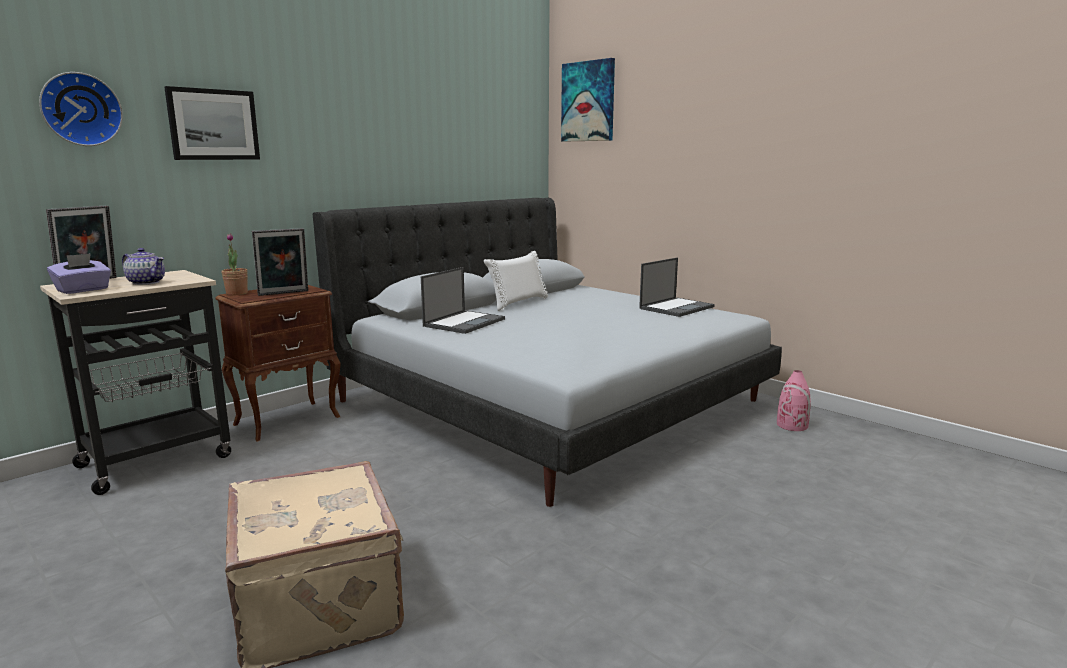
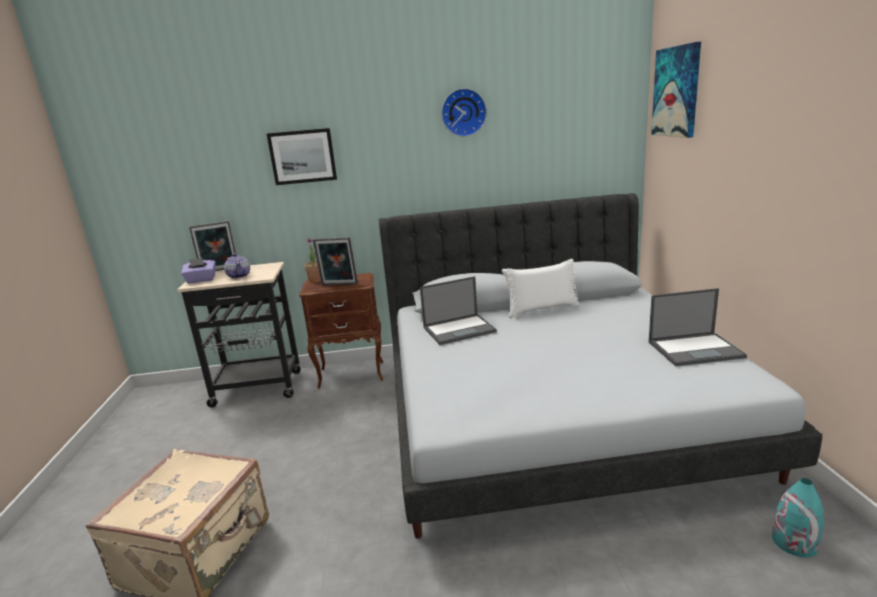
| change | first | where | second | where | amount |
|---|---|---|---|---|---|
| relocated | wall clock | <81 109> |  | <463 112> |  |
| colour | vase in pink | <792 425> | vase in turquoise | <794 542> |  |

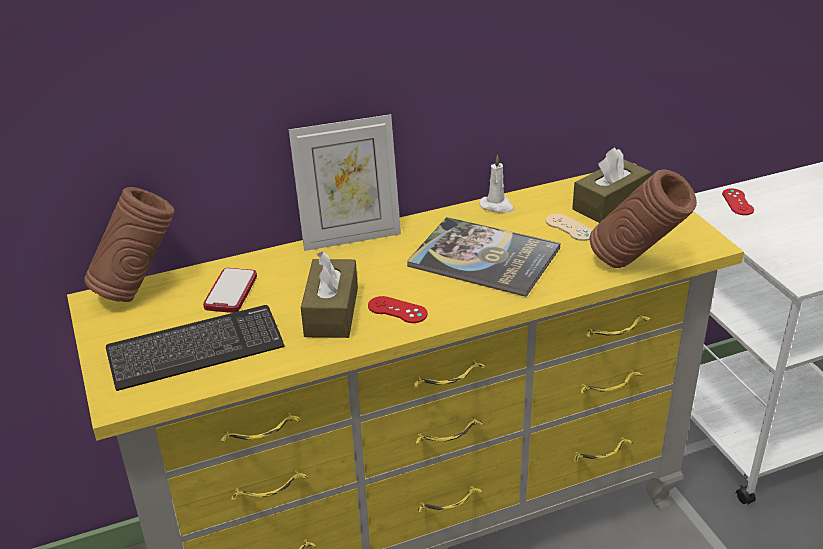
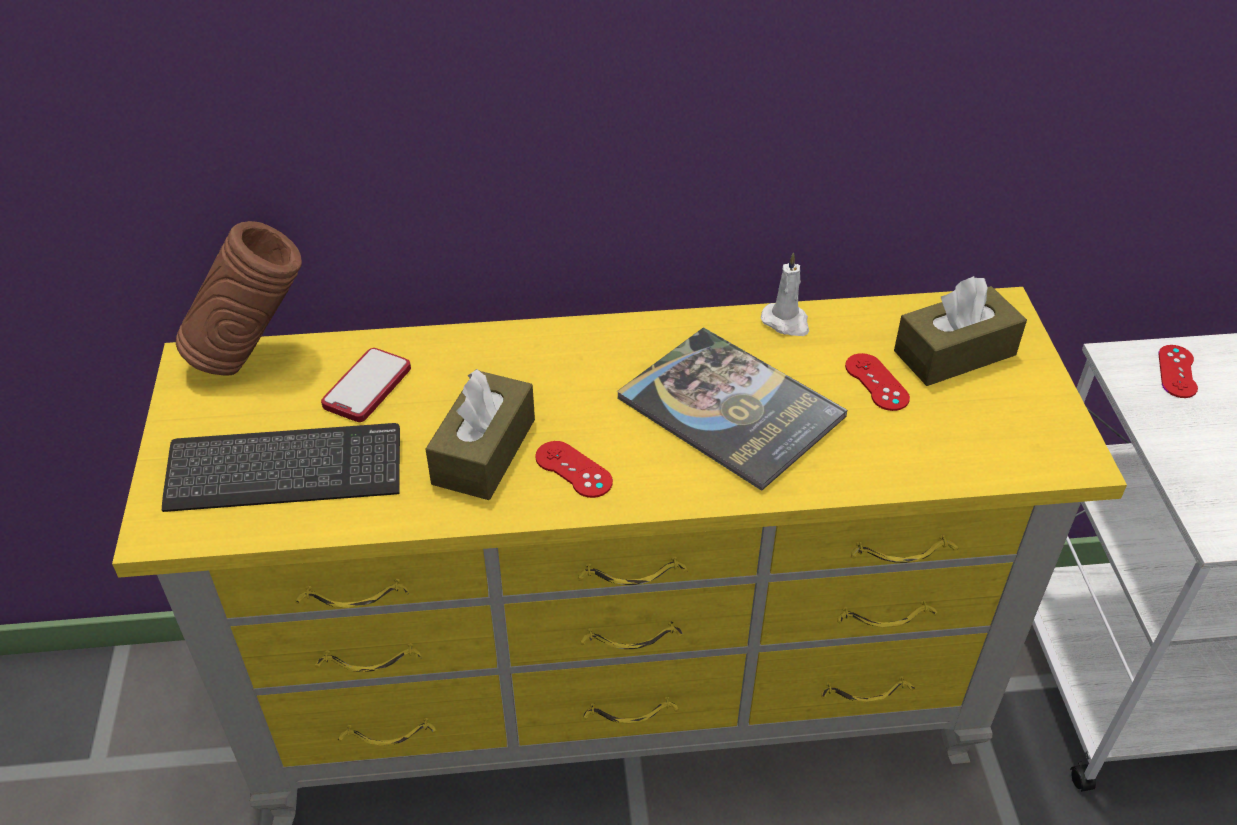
| change | first | where | second | where | amount |
|---|---|---|---|---|---|
| missing | picture frame | <350 237> |  |  |  |
| colour | game controller in beige | <569 227> | game controller in red | <876 382> |  |
| missing | vase in brown | <636 266> |  |  |  |

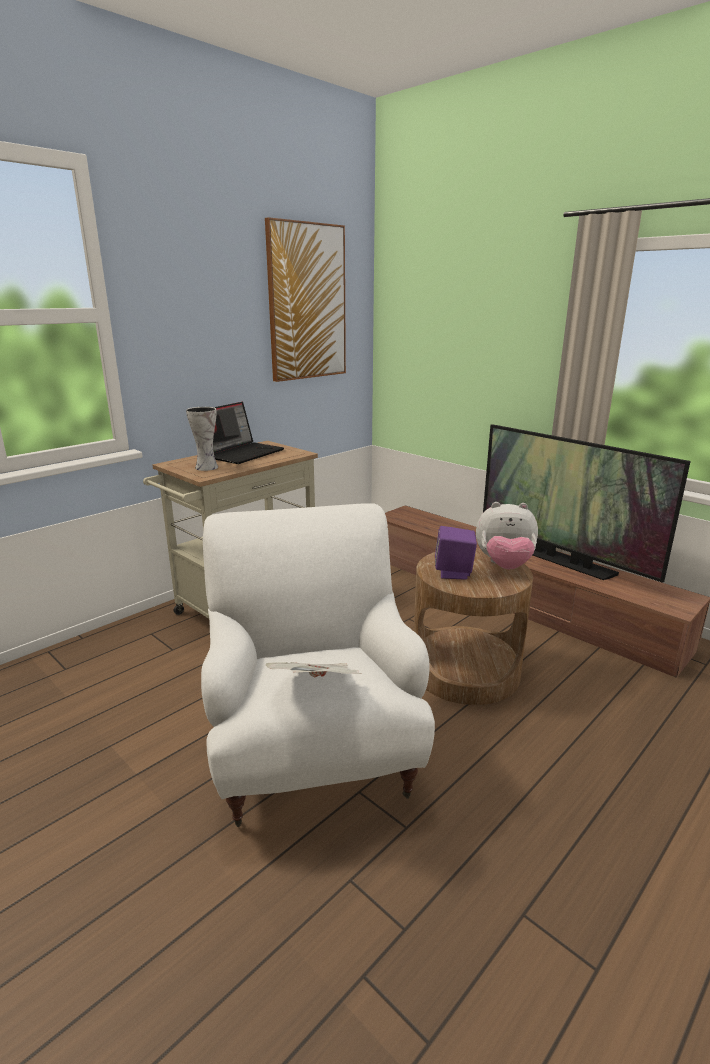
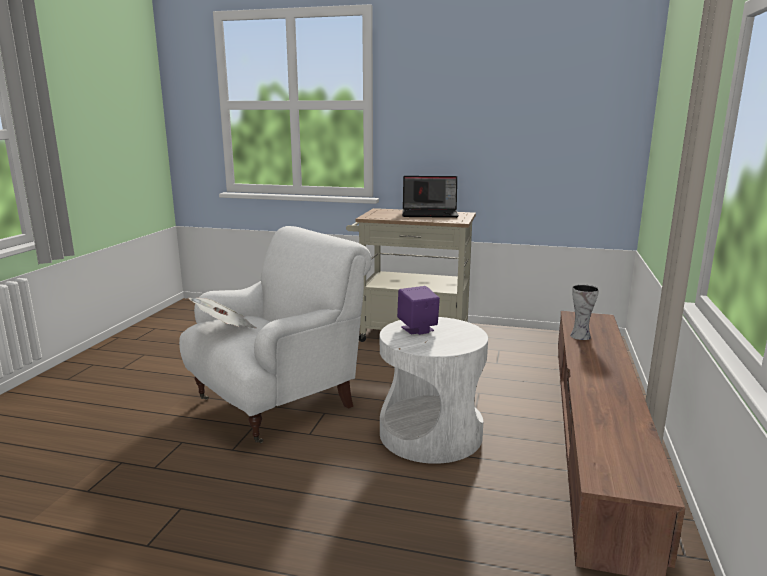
| change | first | where | second | where | amount |
|---|---|---|---|---|---|
| relocated | vase | <205 467> |  | <580 336> |  |
| missing | picture | <307 302> |  |  |  |
| colour | side table in brown | <465 670> | side table in white | <431 434> |  |
| missing | plush toy | <504 566> |  |  |  |
| missing | television | <562 561> |  |  |  |

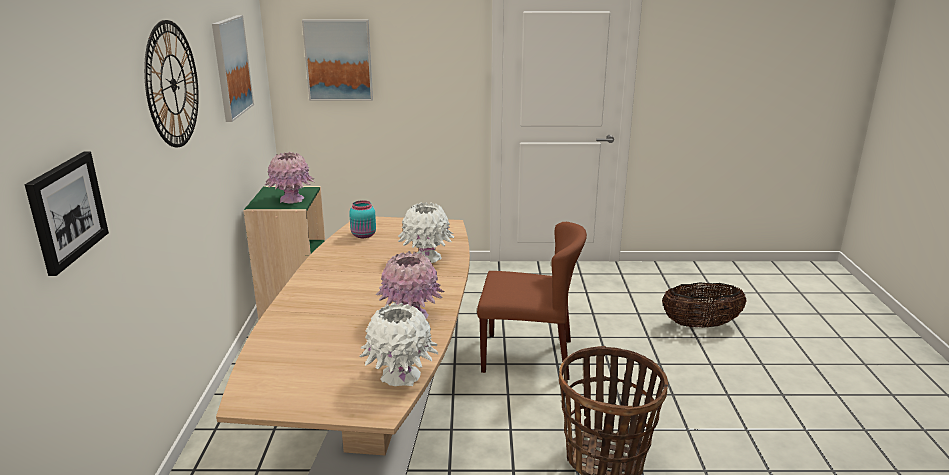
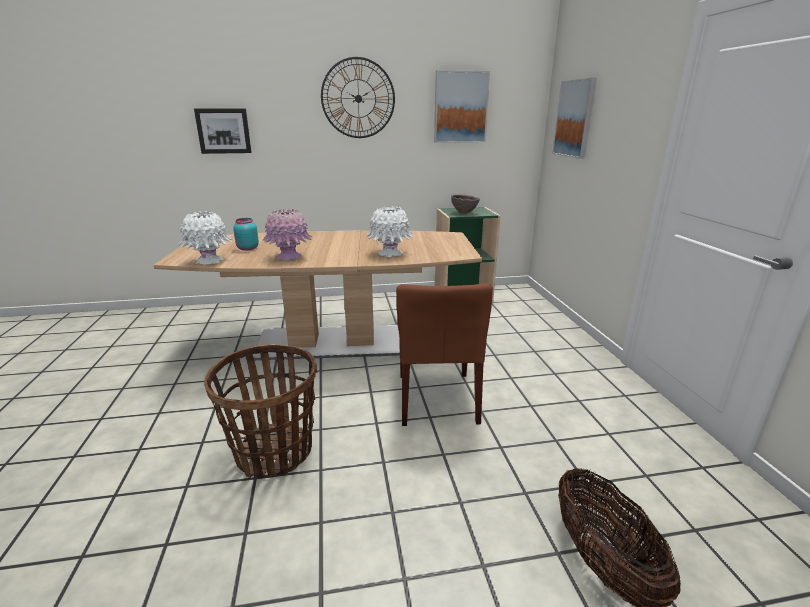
| change | first | where | second | where | amount |
|---|---|---|---|---|---|
| exchanged | vase in pink | <291 199> | bowl in brown | <464 213> |  |
| relocated | jar in turquoise | <364 235> |  | <247 248> |  |

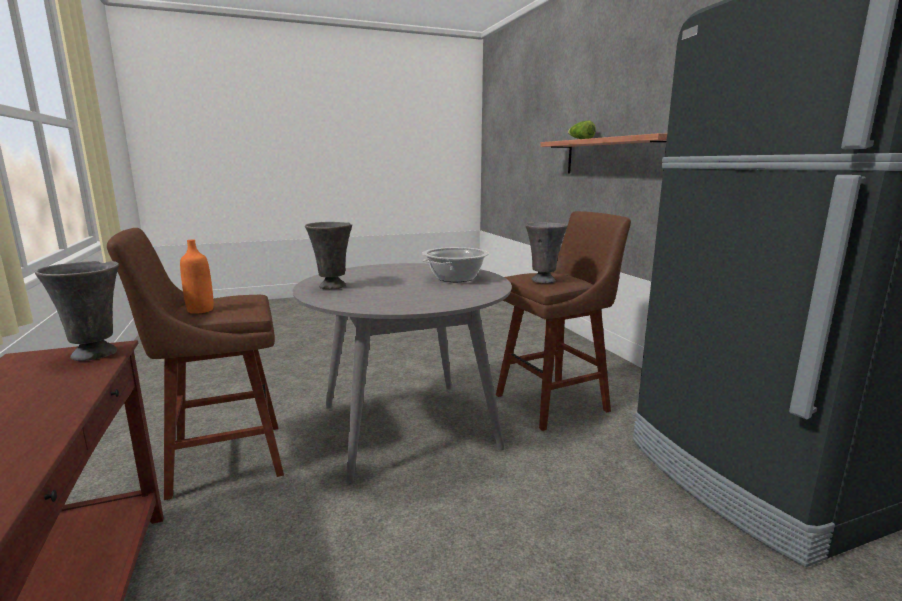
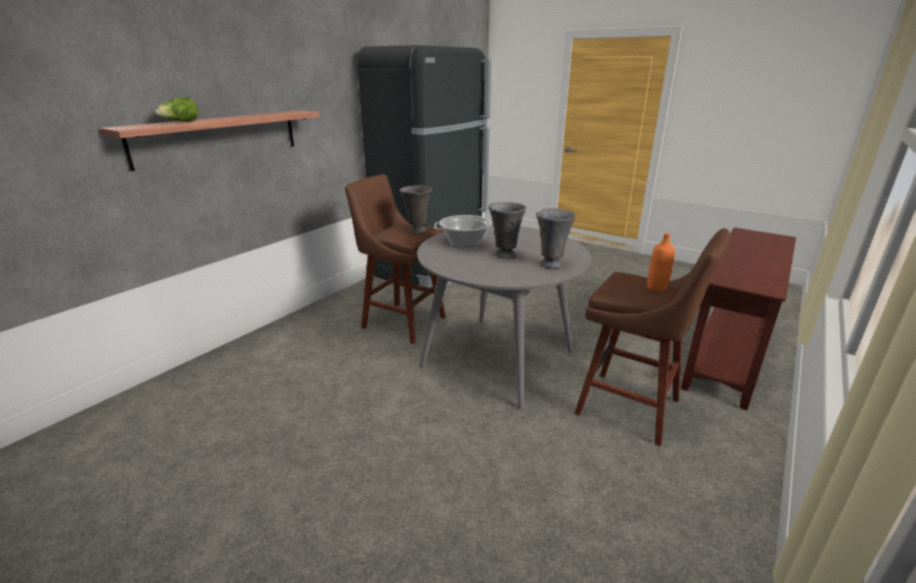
| change | first | where | second | where | amount |
|---|---|---|---|---|---|
| relocated | vase in grey | <96 354> |  | <505 255> |  |

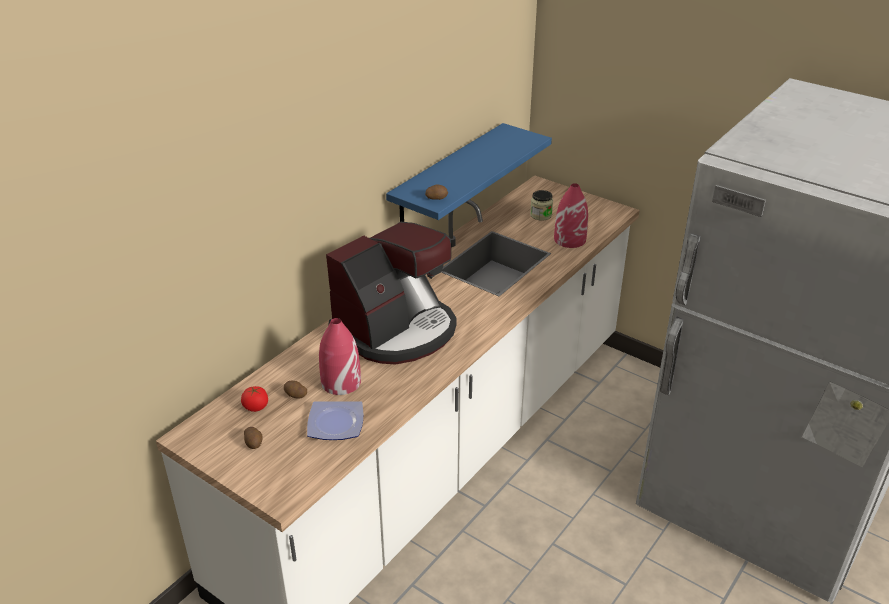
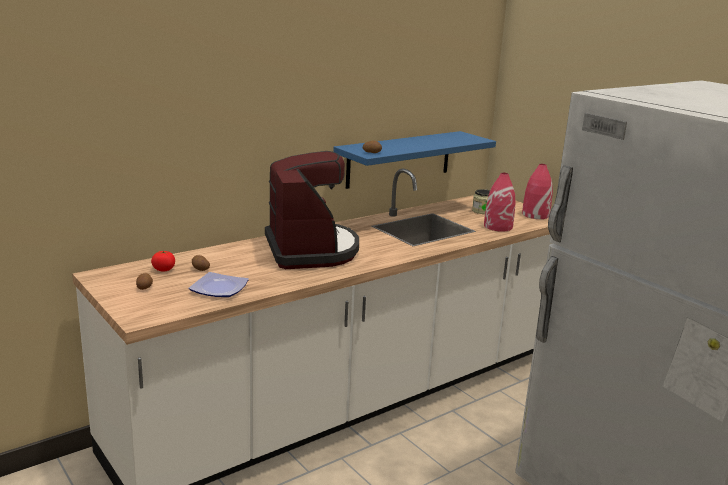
| change | first | where | second | where | amount |
|---|---|---|---|---|---|
| relocated | vase in red | <340 382> |  | <535 215> |  |
| spun | coffee machine | <396 331> |  | <311 250> | 75 degrees counterclockwise |

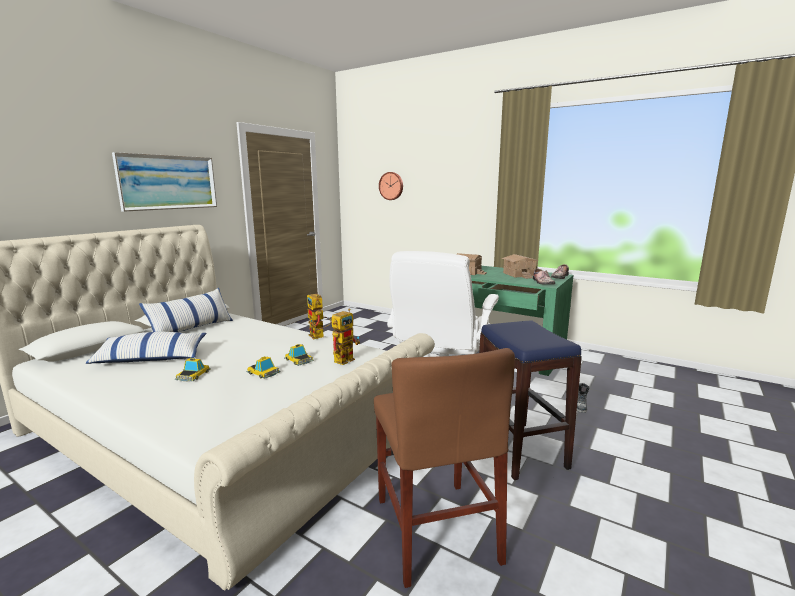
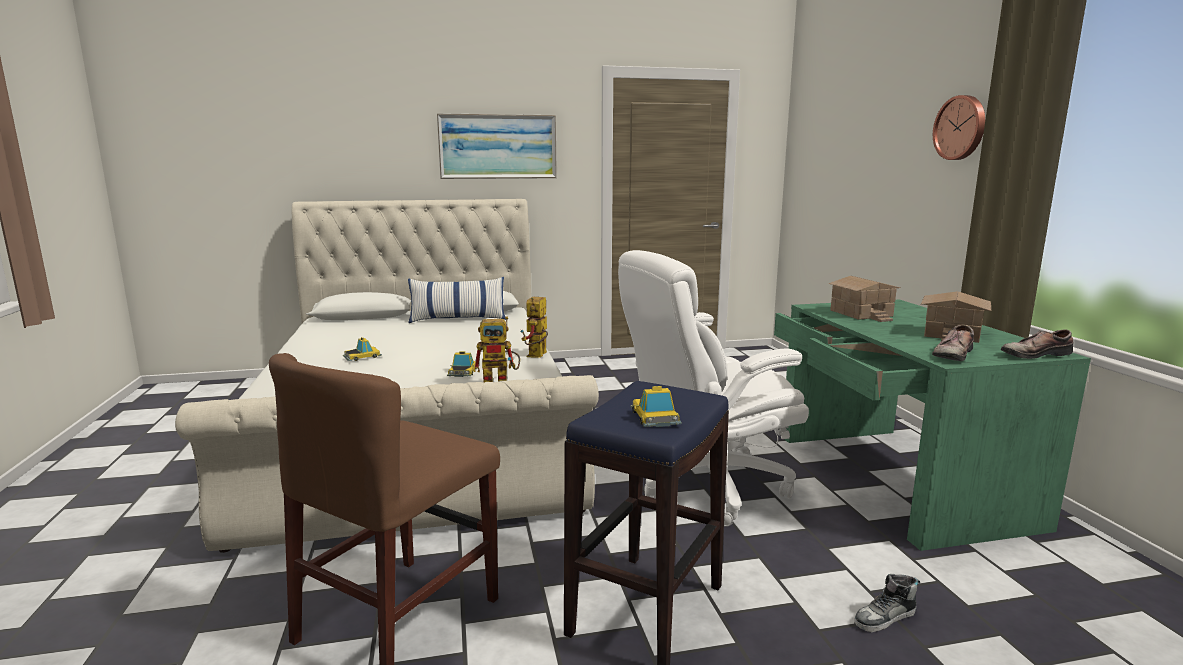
| change | first | where | second | where | amount |
|---|---|---|---|---|---|
| missing | pillow | <151 358> |  |  |  |
| relocated | toy car | <263 372> |  | <655 417> |  |
| relocated | wall clock | <391 186> |  | <961 128> |  |

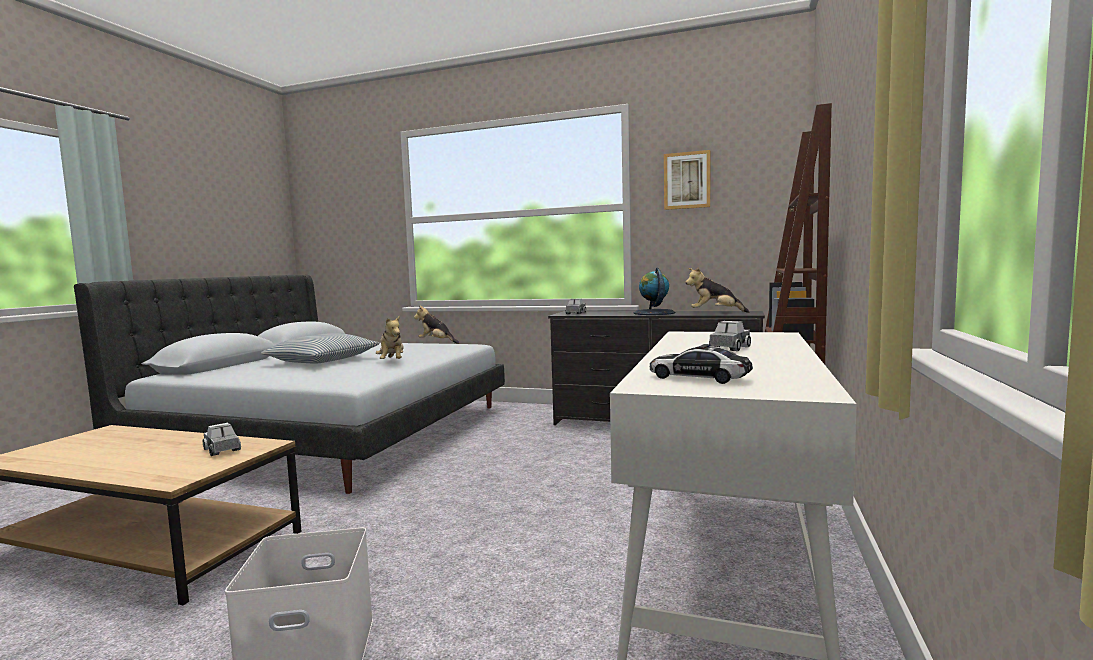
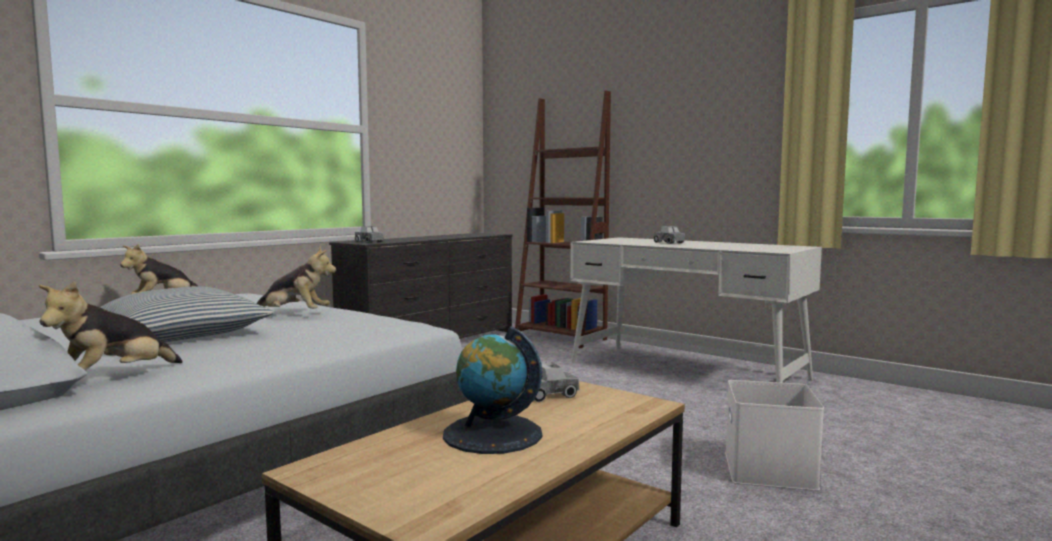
| change | first | where | second | where | amount |
|---|---|---|---|---|---|
| relocated | globe | <654 313> |  | <492 434> |  |
| missing | toy car | <699 377> |  |  |  |
| missing | picture | <687 180> |  |  |  |
| relocated | plush toy | <715 313> |  | <113 379> |  |

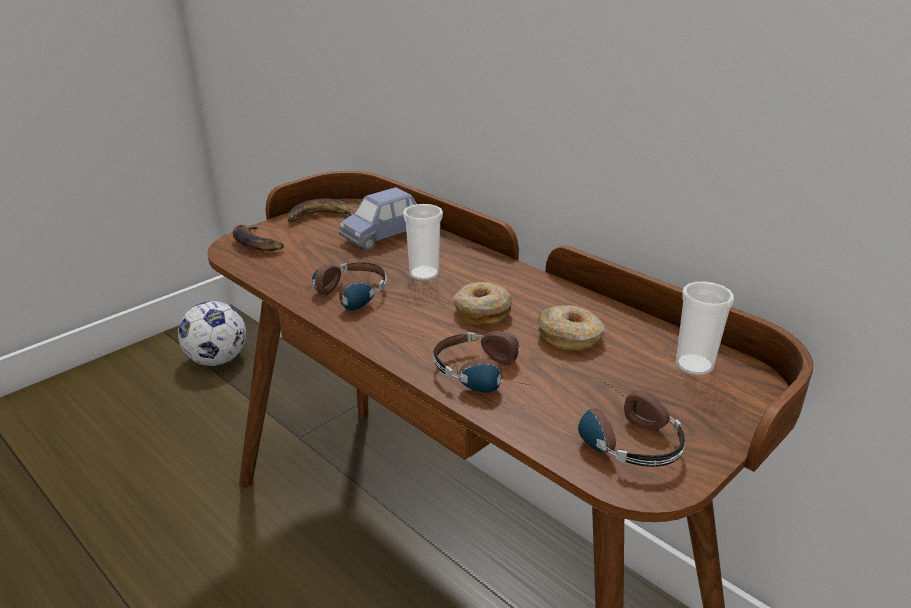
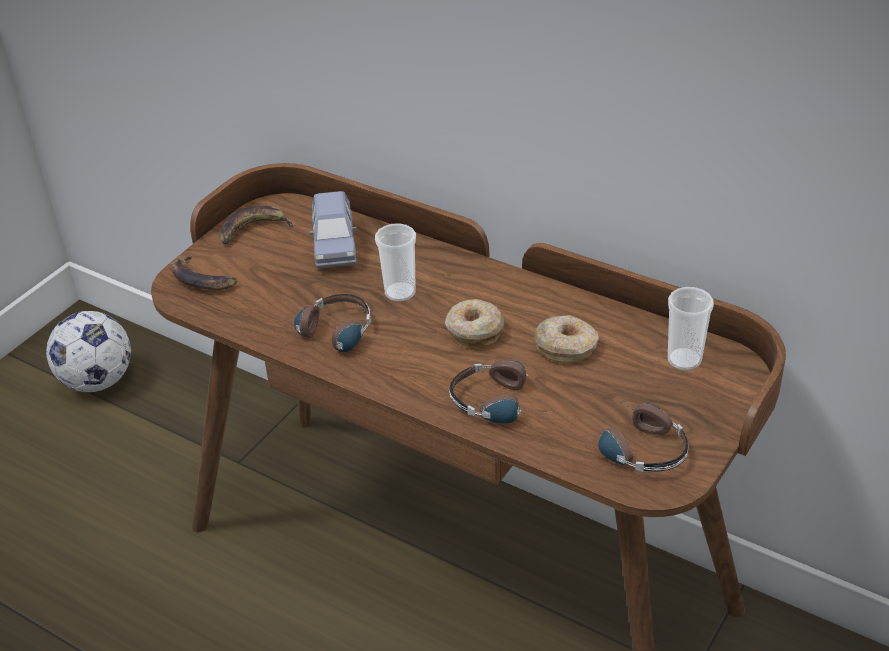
| change | first | where | second | where | amount |
|---|---|---|---|---|---|
| spun | toy car in blue | <382 237> |  | <335 248> | 45 degrees counterclockwise |

